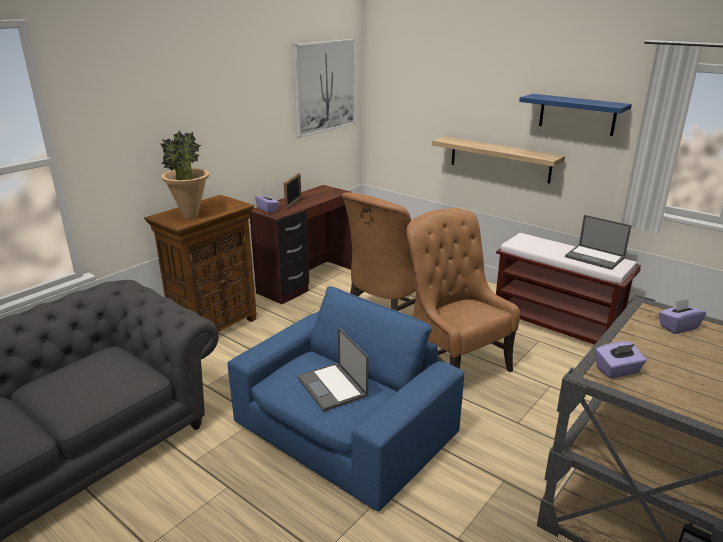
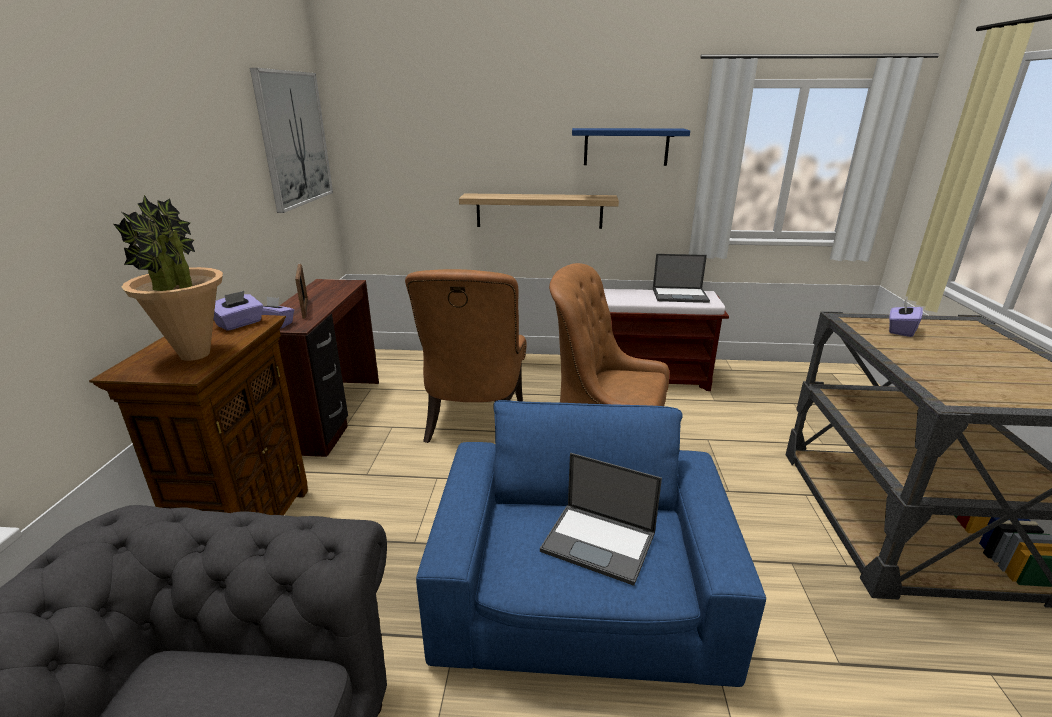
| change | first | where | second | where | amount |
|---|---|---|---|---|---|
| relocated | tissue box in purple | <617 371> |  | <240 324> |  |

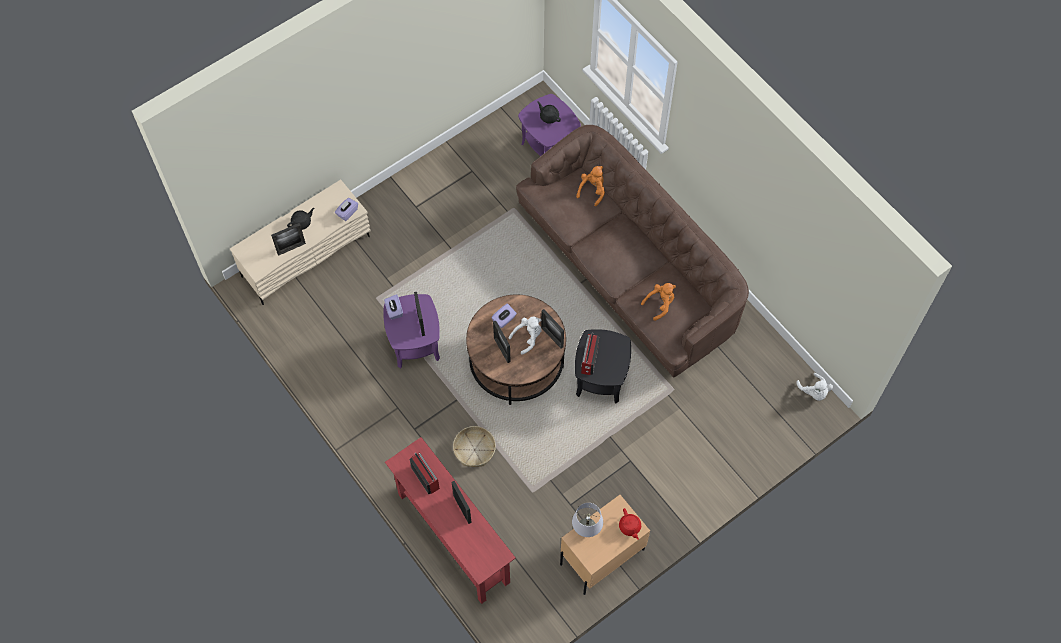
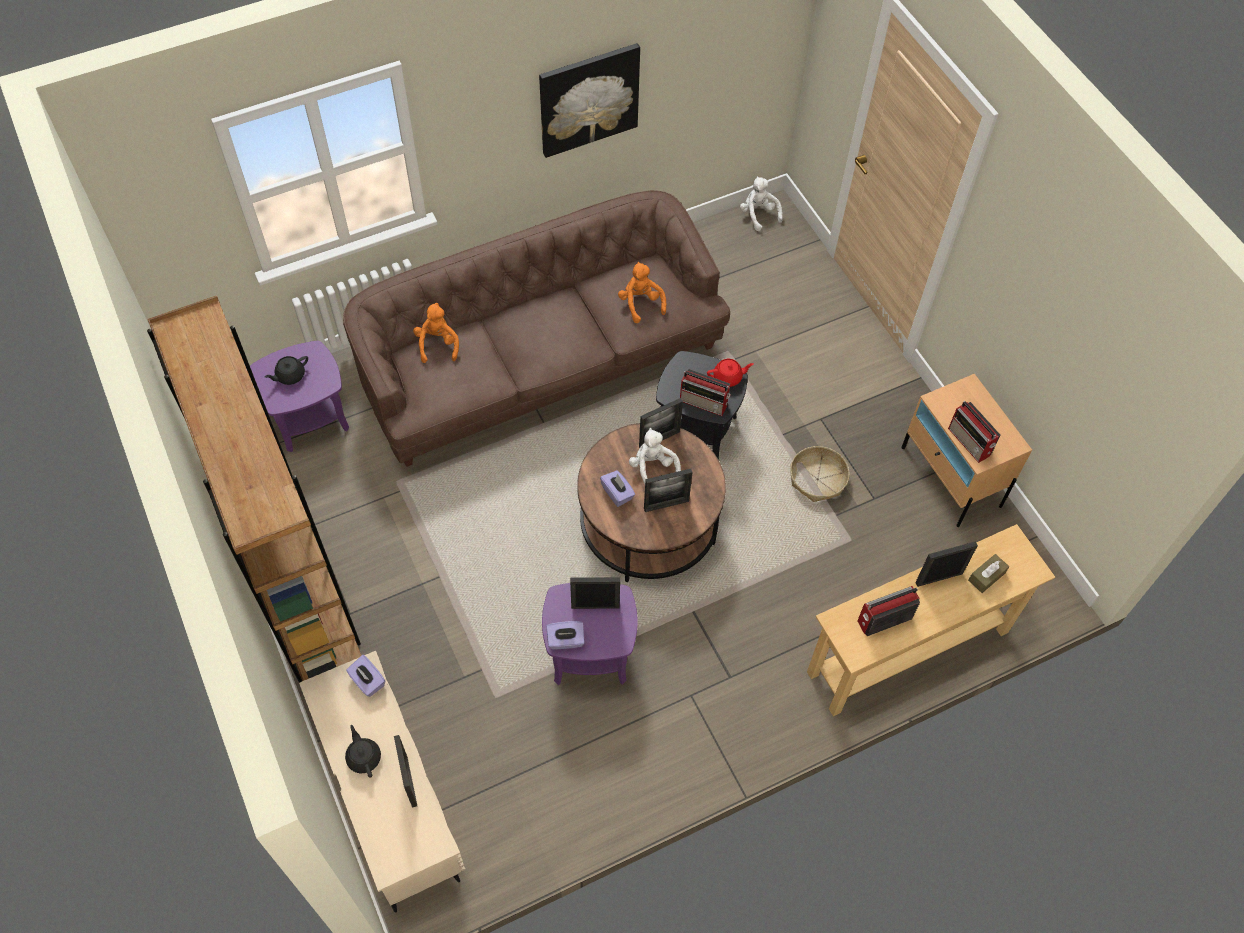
| change | first | where | second | where | amount |
|---|---|---|---|---|---|
| colour | console table in red | <453 538> | console table in beige | <908 653> |  |
| relocated | basket | <474 450> |  | <817 479> |  |
| exchanged | table lamp in grey | <586 531> | radio | <970 443> |  |
| spun | plush toy in orange | <592 190> |  | <437 344> | 45 degrees clockwise |
| relocated | teapot in red | <629 527> |  | <728 377> |  |
| spun | plush toy in white | <814 392> |  | <758 214> | 105 degrees counterclockwise |
| appeared |  |  | bookcase in brown | <300 589> |  |
| appeared |  |  | picture | <588 99> |  |
| appeared |  |  | tissue box in brown | <986 576> |  |

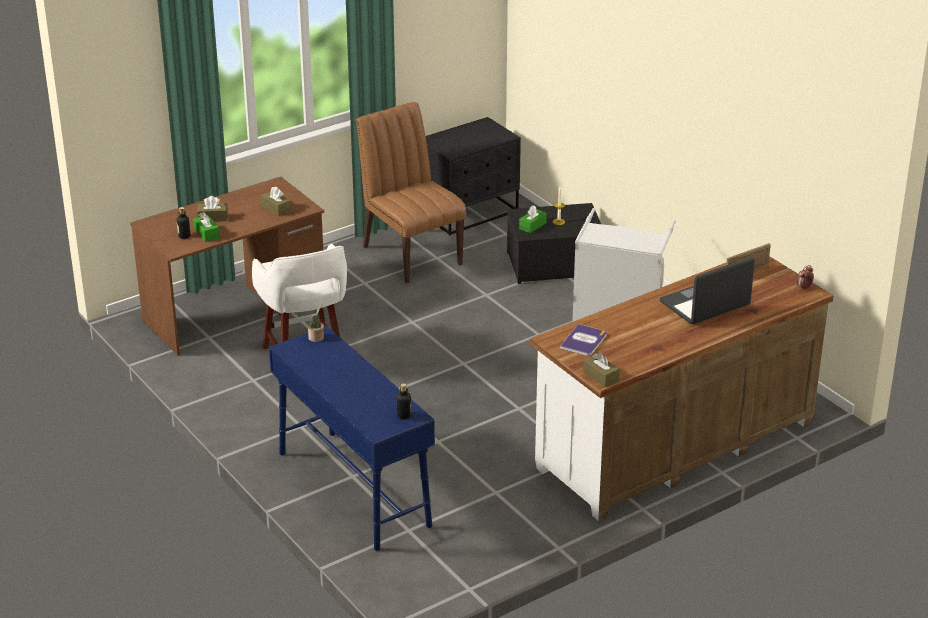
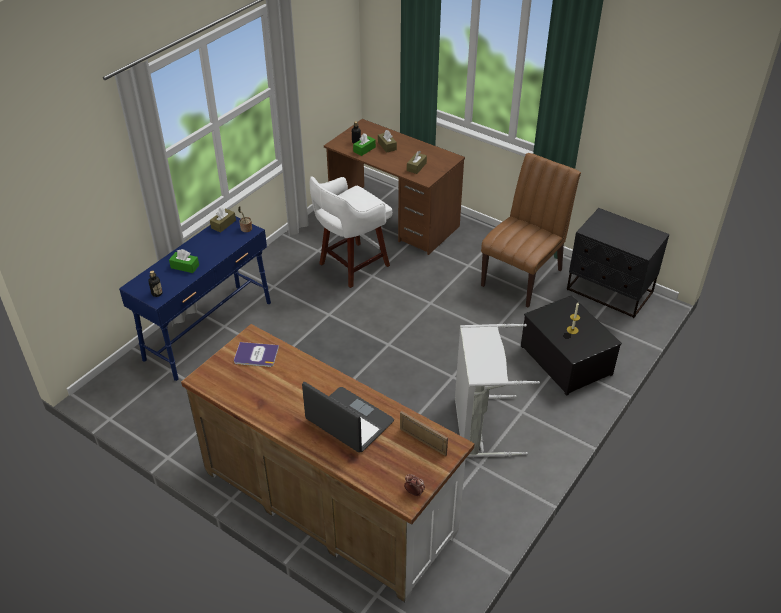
| change | first | where | second | where | amount |
|---|---|---|---|---|---|
| relocated | tissue box in green | <532 226> |  | <185 266> |  |
| relocated | tissue box in brown | <601 376> |  | <223 224> |  |

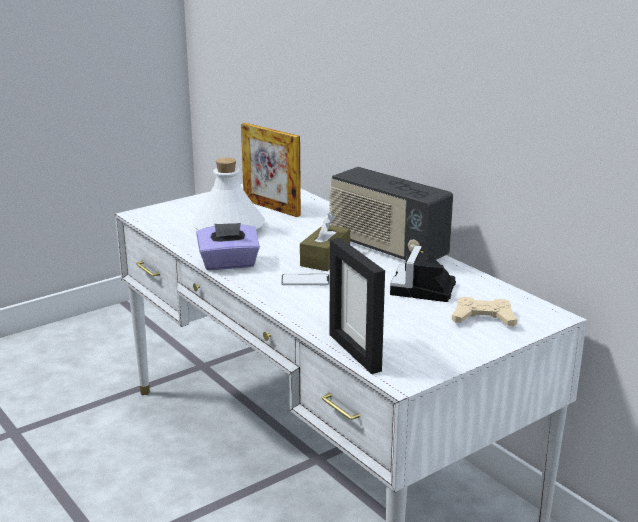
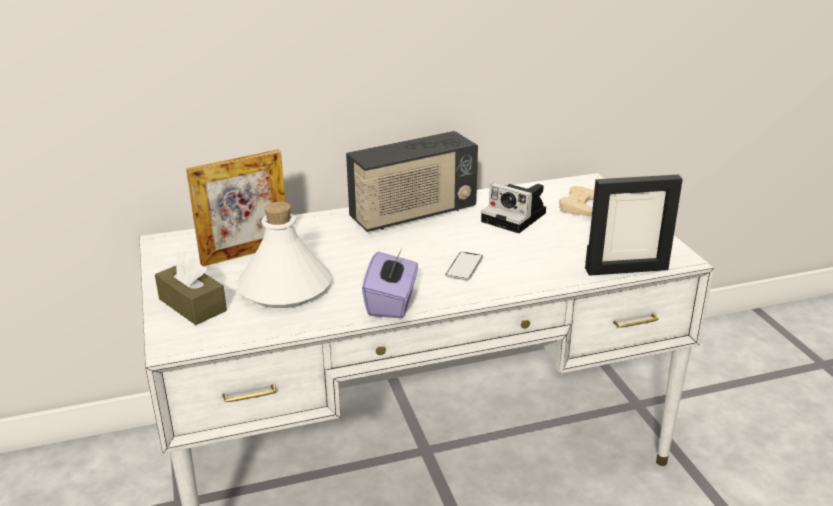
| change | first | where | second | where | amount |
|---|---|---|---|---|---|
| relocated | tissue box in brown | <325 258> |  | <192 305> |  |

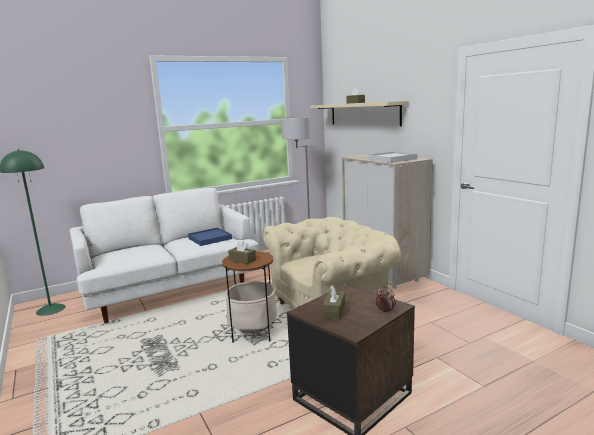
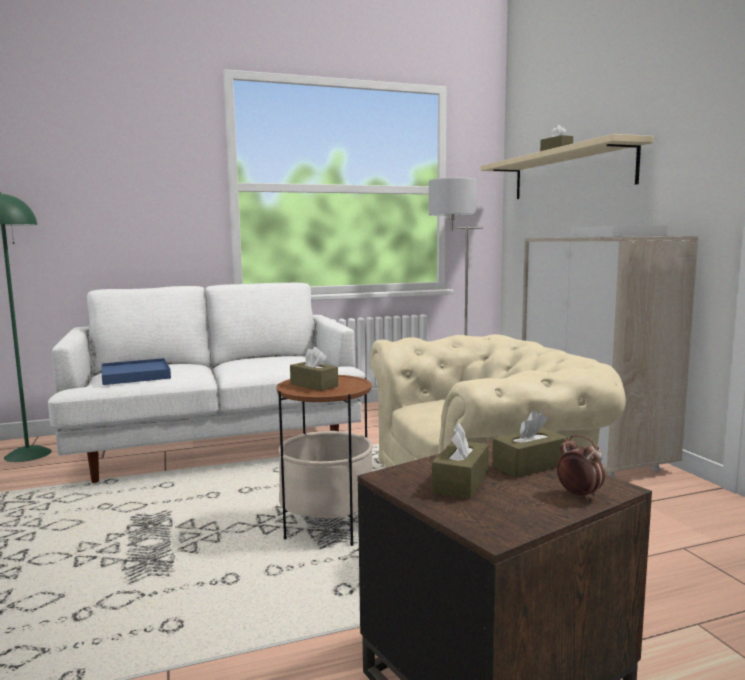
| change | first | where | second | where | amount |
|---|---|---|---|---|---|
| relocated | tray in blue | <210 238> |  | <136 375> |  |
| appeared |  |  | tissue box in brown | <529 465> |  |

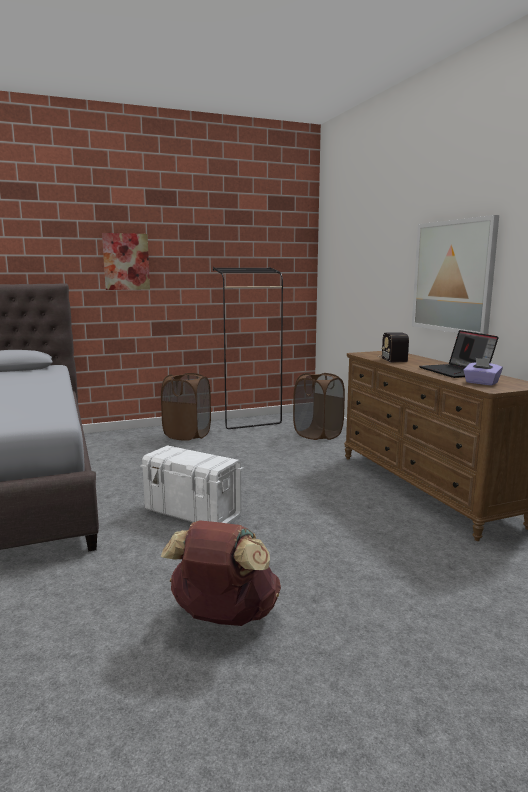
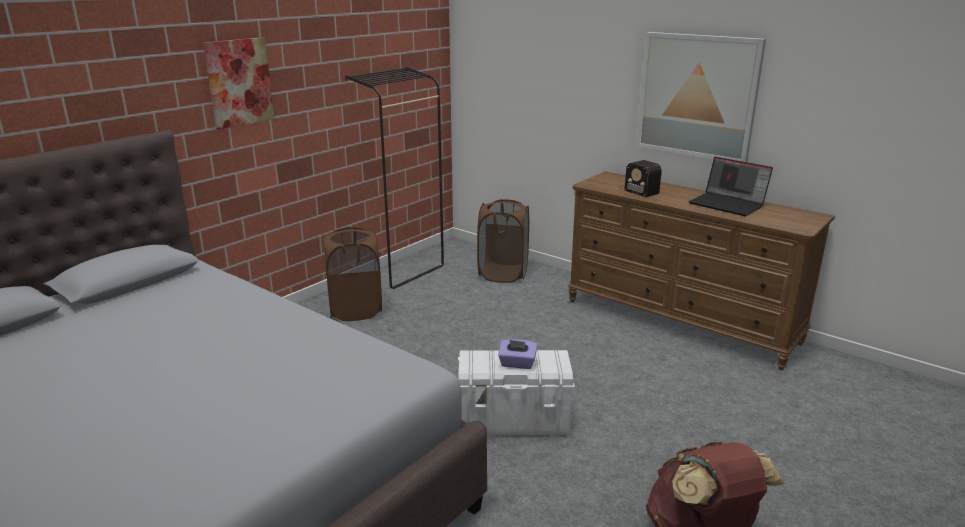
| change | first | where | second | where | amount |
|---|---|---|---|---|---|
| relocated | tissue box in purple | <481 383> |  | <517 364> |  |

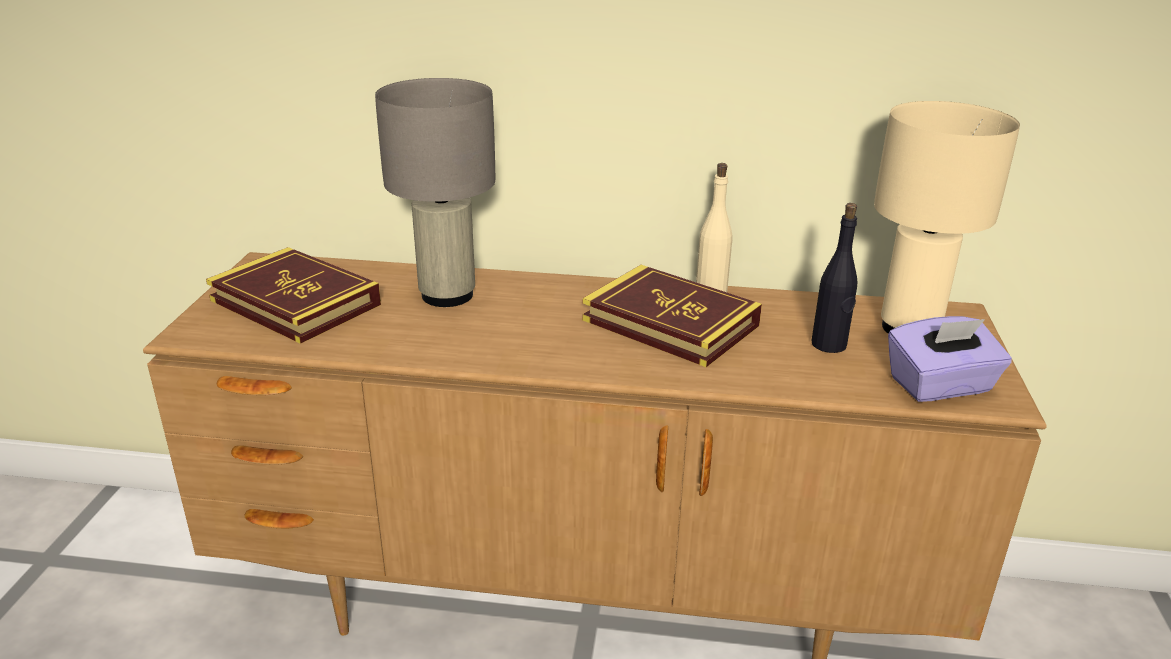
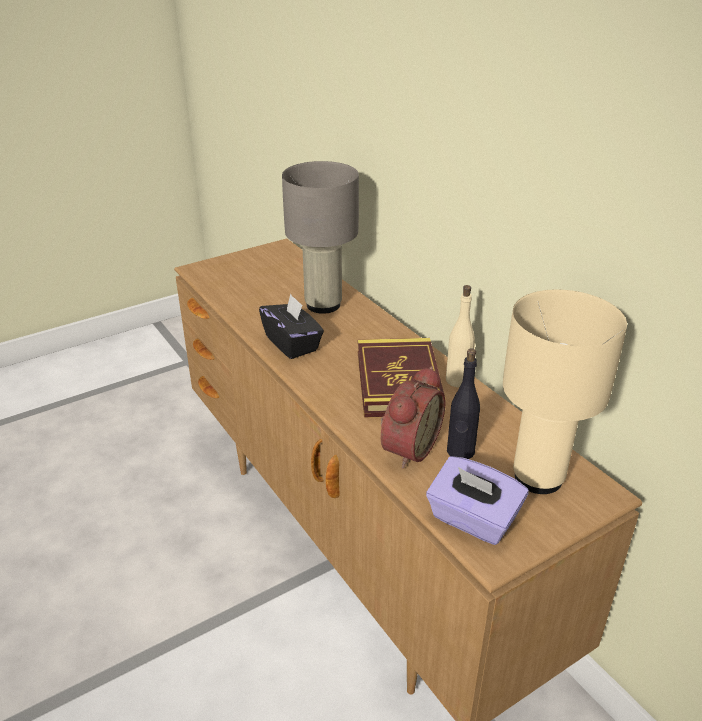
| change | first | where | second | where | amount |
|---|---|---|---|---|---|
| missing | book | <295 302> |  |  |  |
| appeared |  |  | tissue box in black | <292 343> |  |
| appeared |  |  | alarm clock | <407 448> |  |

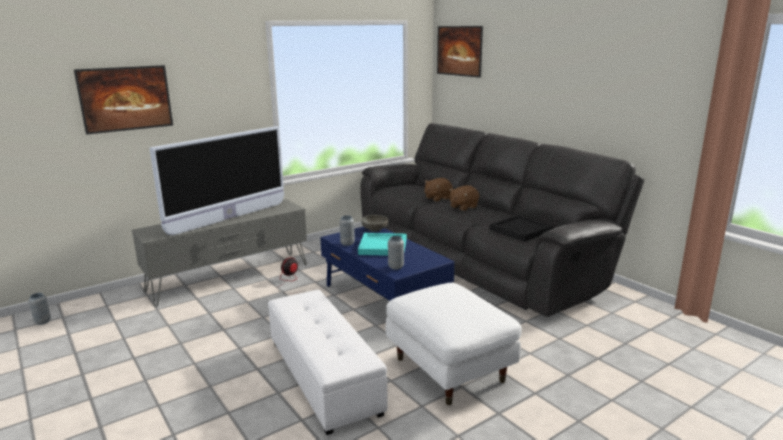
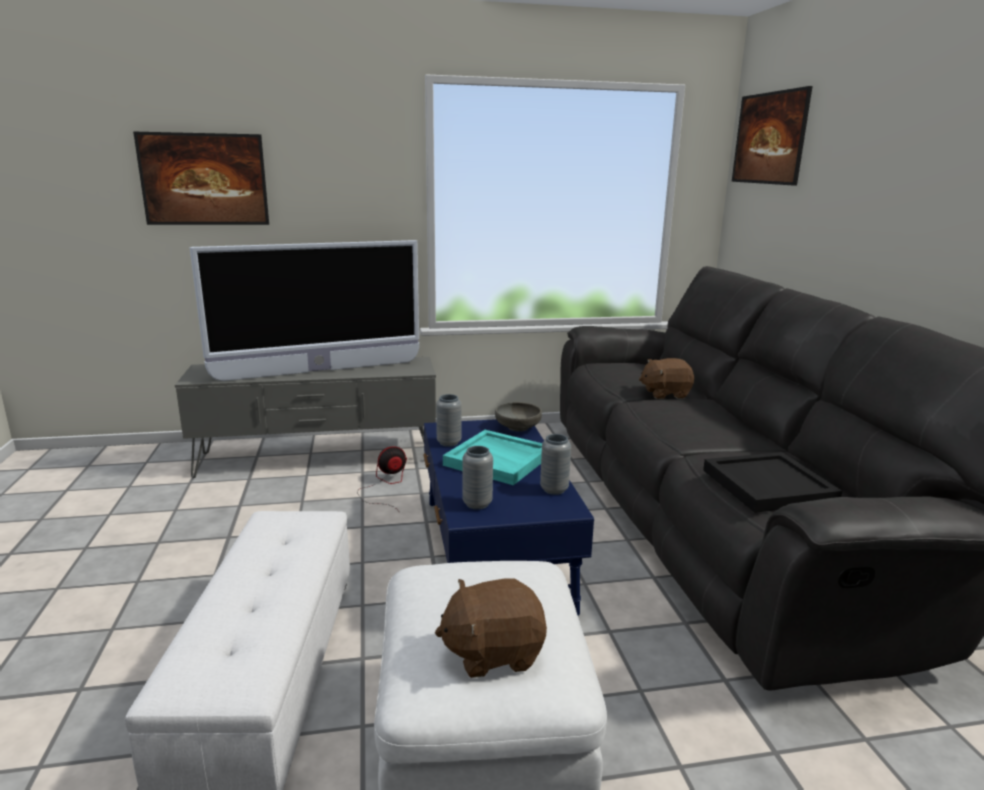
| change | first | where | second | where | amount |
|---|---|---|---|---|---|
| relocated | vase in grey | <43 322> |  | <554 489> |  |
| relocated | plush toy in brown | <463 207> |  | <493 652> |  |

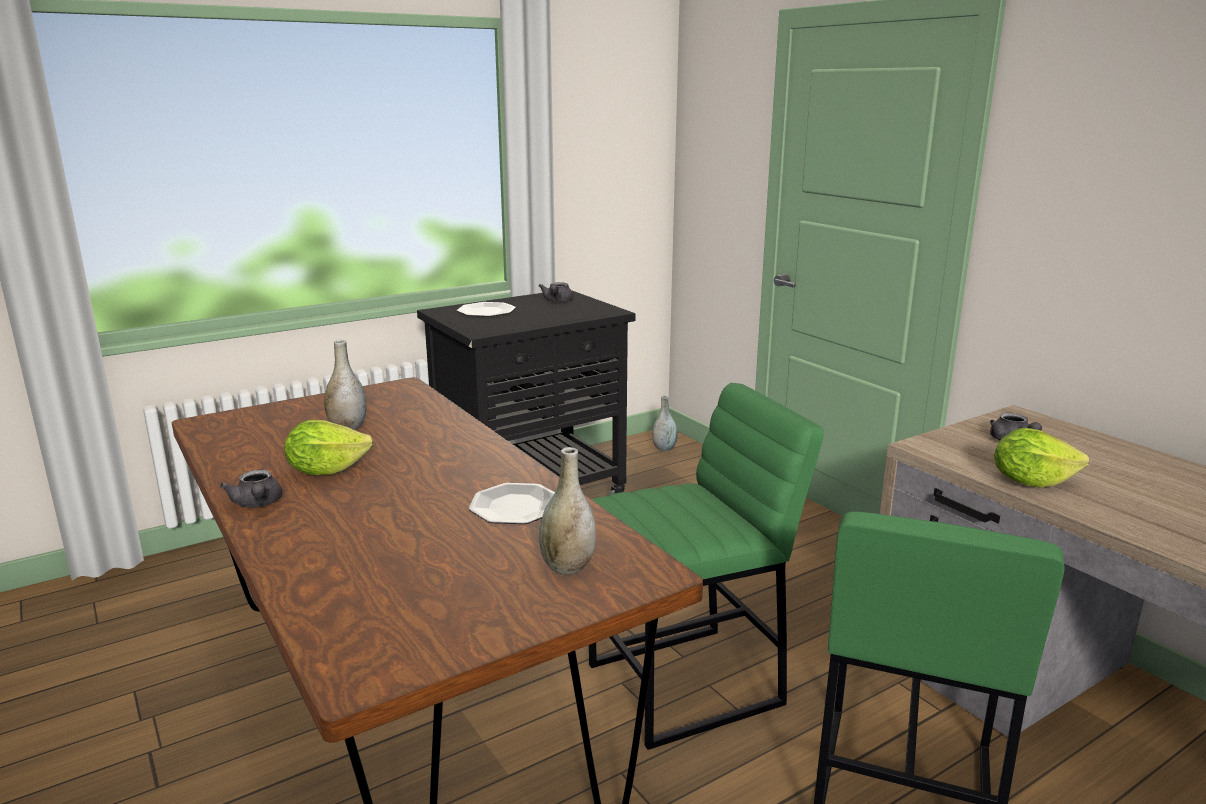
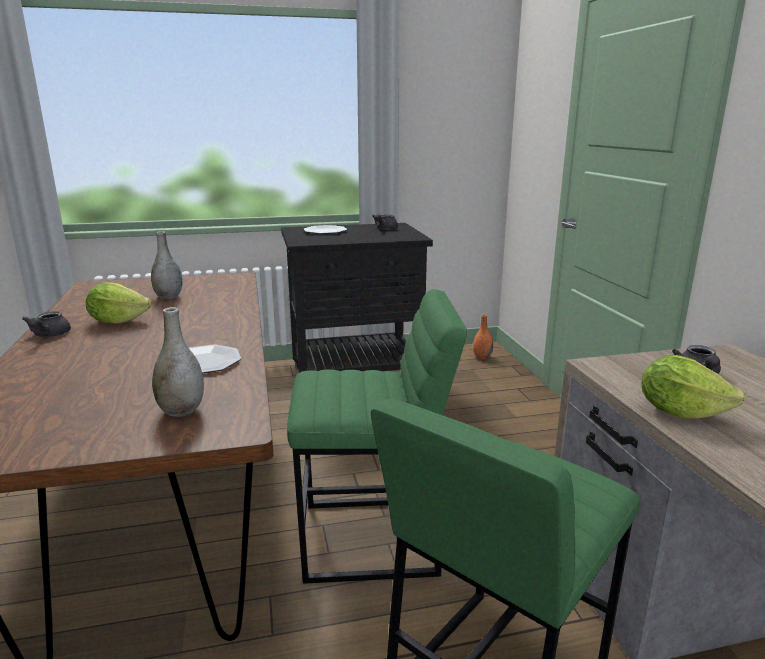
| change | first | where | second | where | amount |
|---|---|---|---|---|---|
| colour | vase in grey | <664 449> | vase in orange | <482 357> |  |

